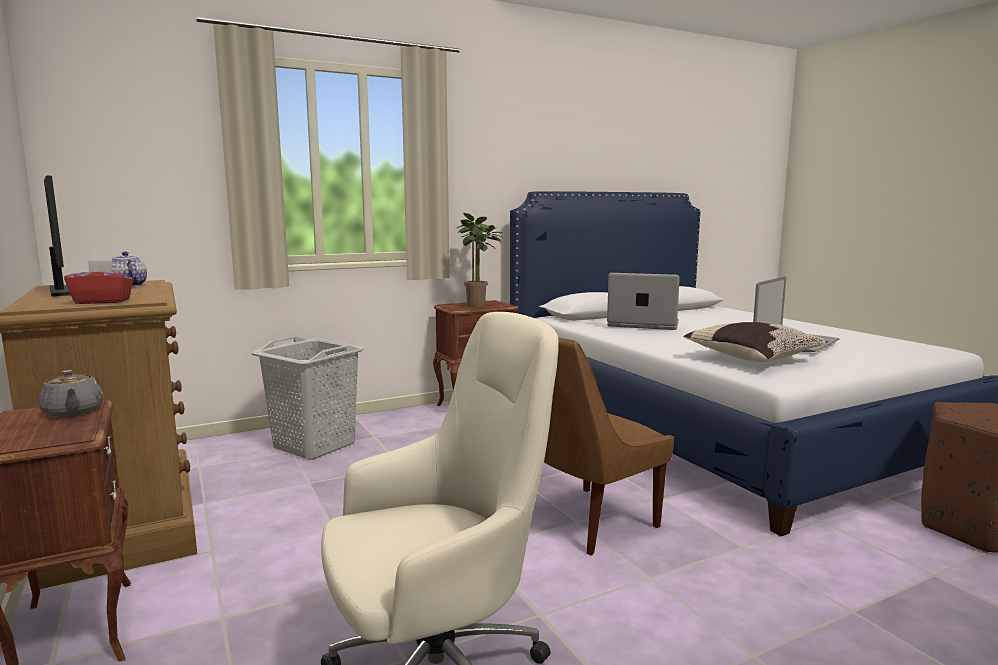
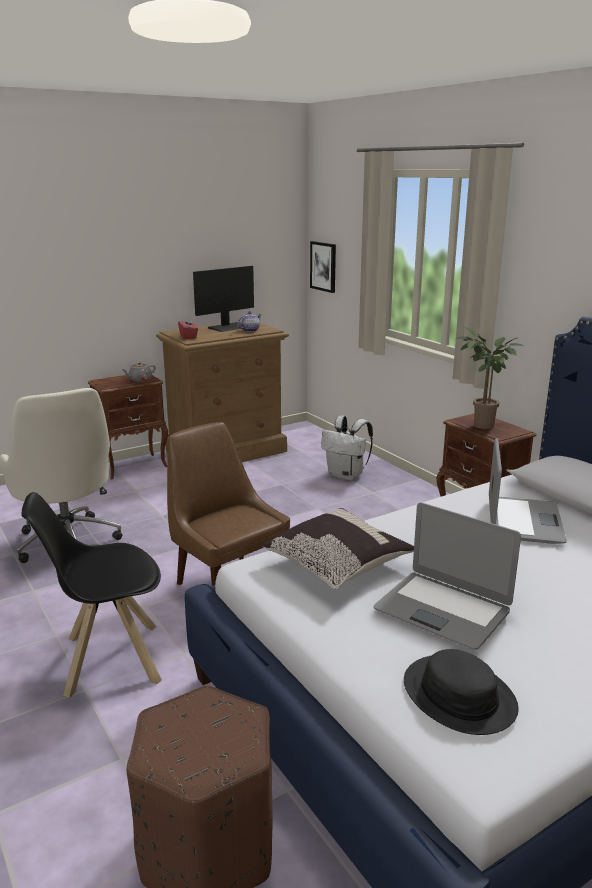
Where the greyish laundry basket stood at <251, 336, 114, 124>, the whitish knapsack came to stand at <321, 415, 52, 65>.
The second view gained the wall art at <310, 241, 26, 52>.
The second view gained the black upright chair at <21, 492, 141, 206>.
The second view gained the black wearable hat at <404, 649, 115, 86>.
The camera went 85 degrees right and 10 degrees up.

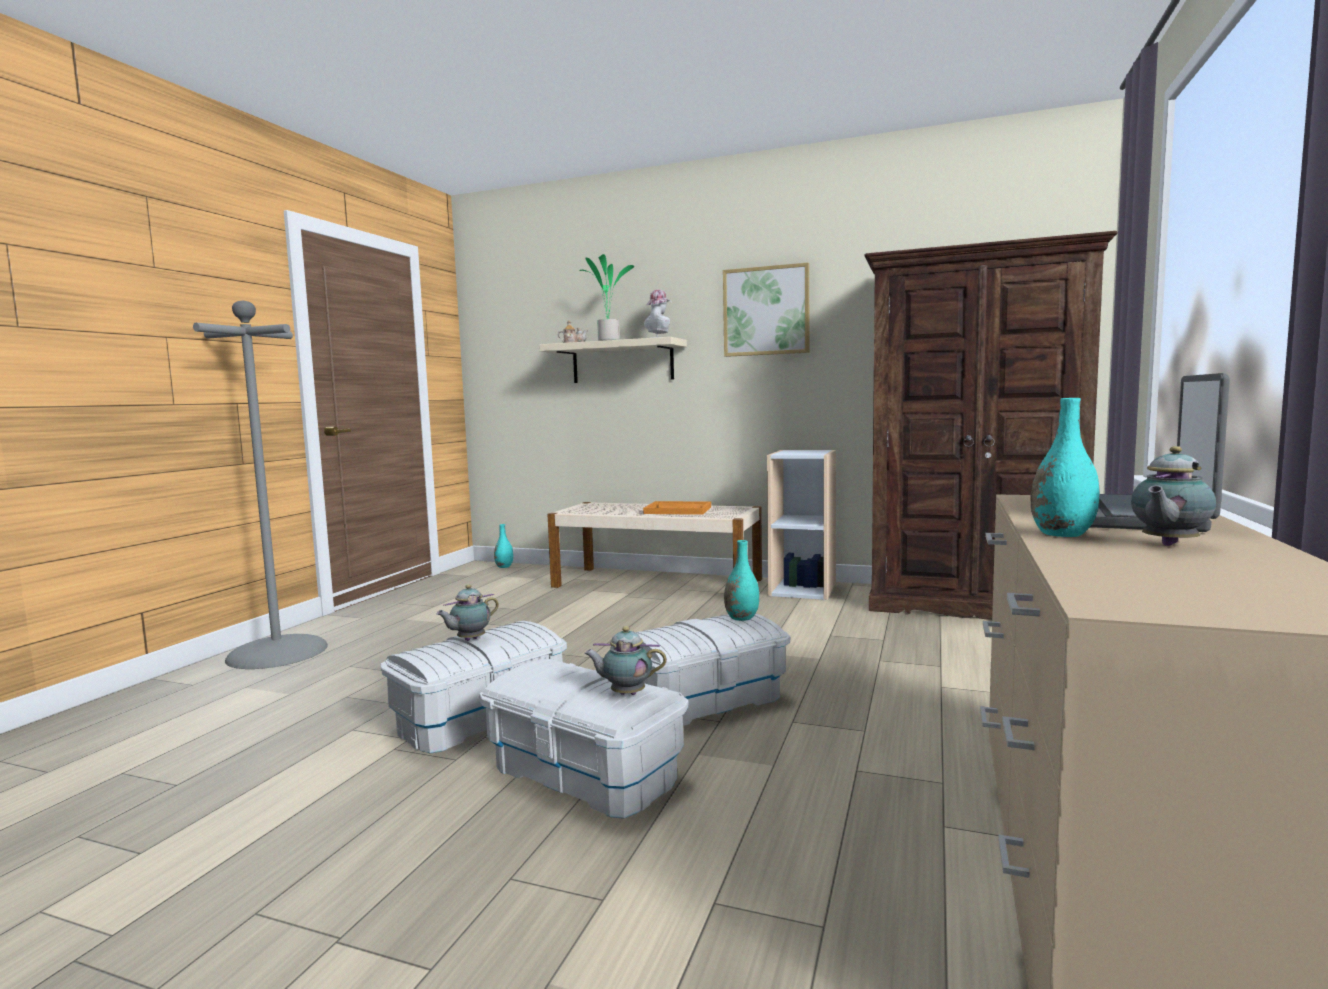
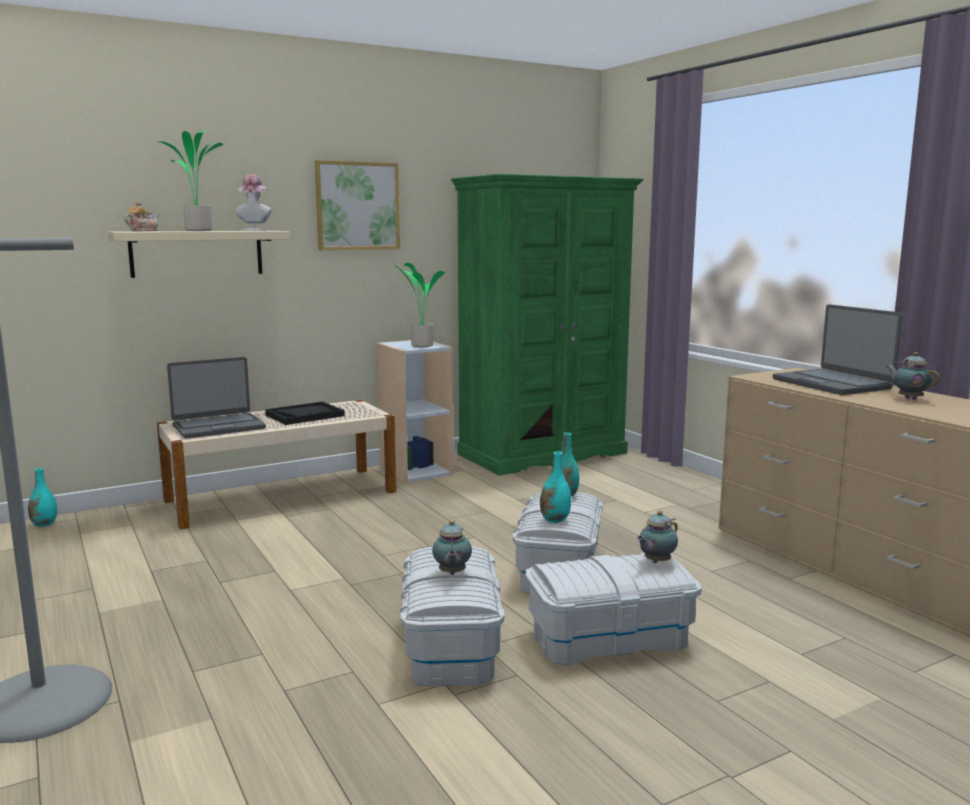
What was the brown-coloured armoire at <864, 231, 254, 388> turned into the green-coloured armoire at <451, 174, 193, 302>.
The turquoise-coloured flower vase ended up elsewhere, having gone from <1031, 398, 68, 139> to <540, 451, 31, 72>.
The pot for tea at <1131, 446, 85, 100> ended up facing another way, 150 degrees clockwise from before.
What was the orange carrying tray at <643, 501, 68, 14> turned into the black carrying tray at <265, 401, 80, 24>.
The second view gained the potted plant at <395, 263, 50, 84>.
The second view gained the portable computer at <167, 357, 99, 81>.
The camera went 50 degrees left and 5 degrees up.

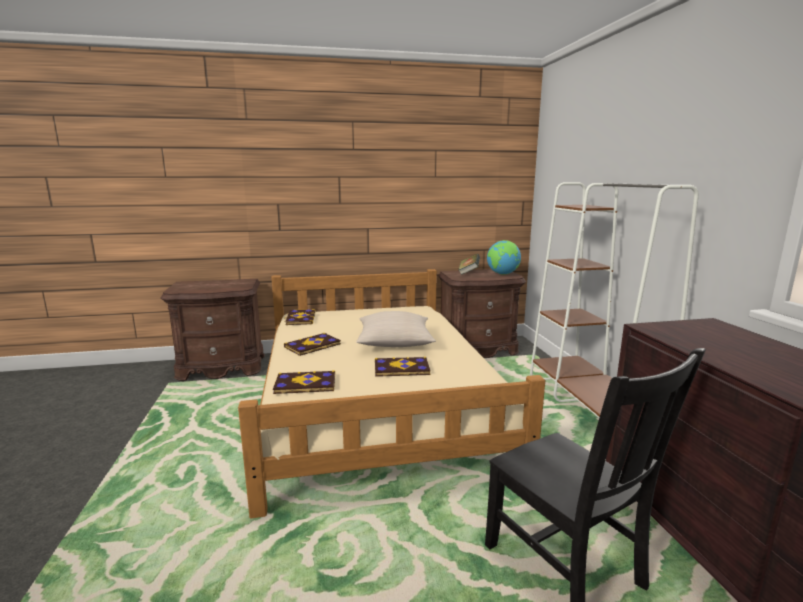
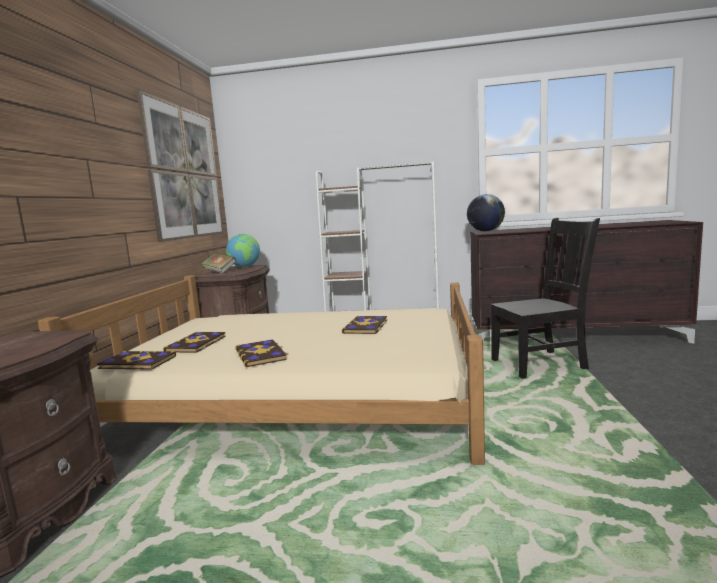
The second view lost the beige pillow at <356, 311, 80, 36>.
The book ended up elsewhere, having gone from <273, 370, 62, 24> to <163, 332, 63, 21>.
The second view gained the wall art at <136, 90, 87, 152>.
The second view gained the world globe at <467, 194, 38, 38>.
The camera went 70 degrees left and 5 degrees down.

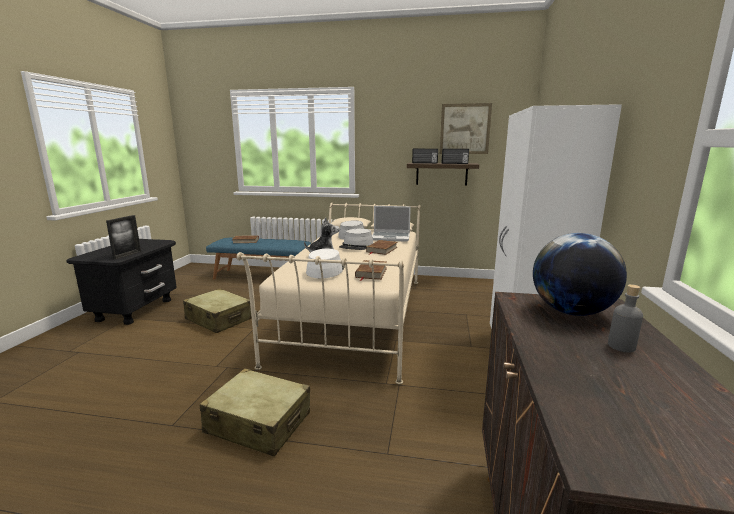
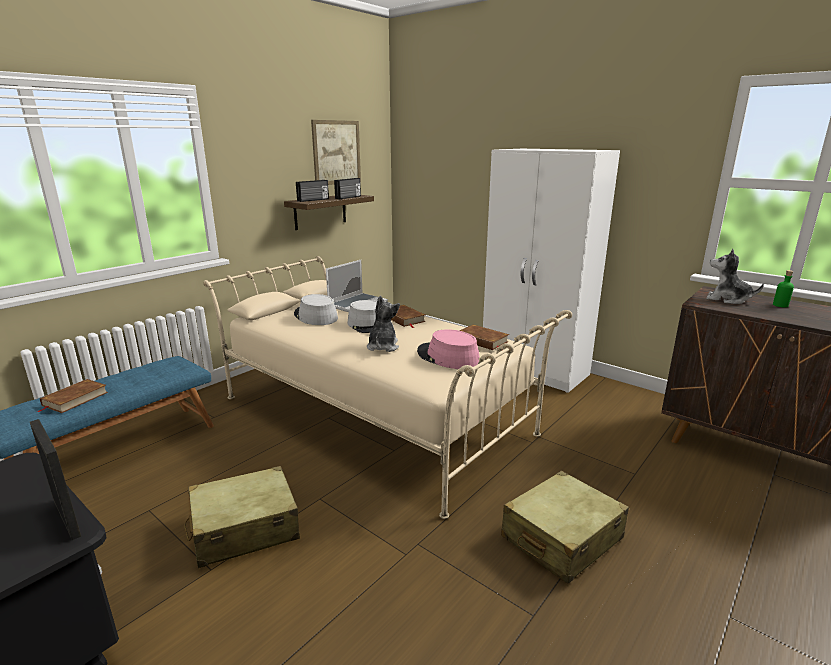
Where the world globe stood at <533, 233, 94, 83>, the cuddly toy came to stand at <706, 249, 58, 55>.
What was the whitish wearable hat at <306, 249, 39, 30> turned into the pink wearable hat at <417, 329, 62, 40>.
What was the greyish drink bottle at <608, 284, 35, 69> turned into the green-coloured drink bottle at <773, 270, 21, 37>.
The camera went 60 degrees left and 5 degrees up.

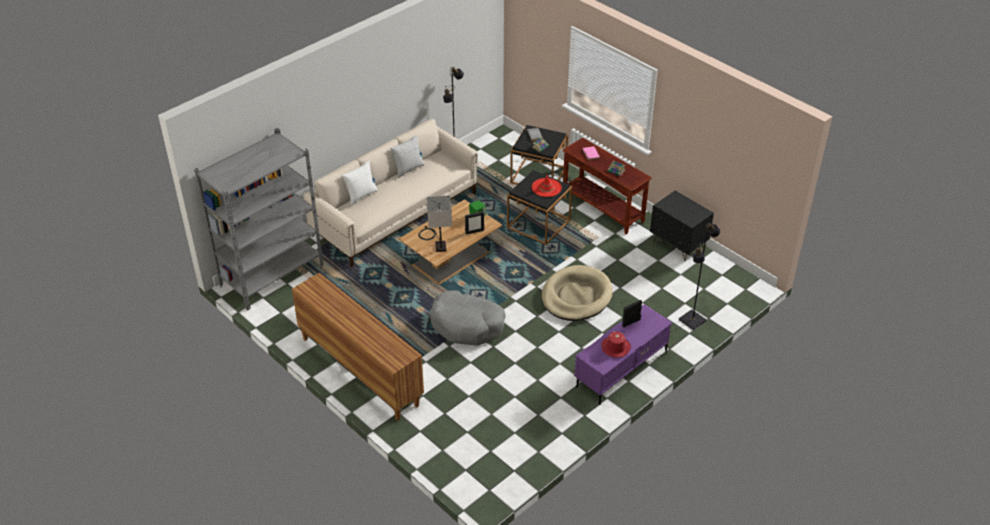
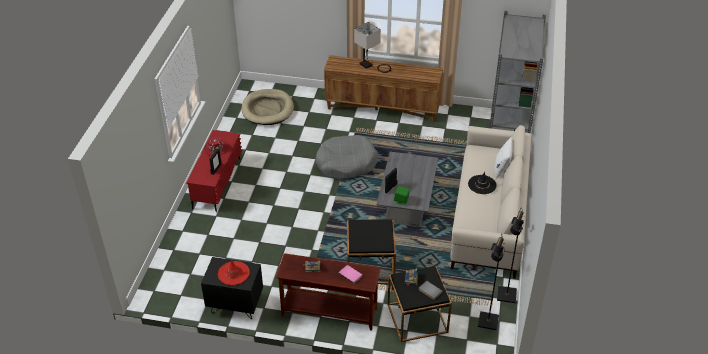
The second view lost the greyish pillow at <390, 135, 35, 43>.
The red-coloured wearable hat ended up elsewhere, having gone from <532, 175, 30, 22> to <218, 260, 32, 25>.
The tabletop lamp ended up elsewhere, having gone from <418, 196, 34, 56> to <354, 22, 37, 51>.
What was the brown-coloured lounge table at <399, 199, 103, 86> turned into the greyish lounge table at <376, 152, 62, 75>.
The black floor lamp ended up elsewhere, having gone from <679, 223, 41, 107> to <478, 234, 27, 96>.
The beige pet bed ended up elsewhere, having gone from <542, 265, 71, 56> to <242, 89, 52, 36>.
What was the purple-coloured tv unit at <574, 304, 98, 101> turned into the red-coloured tv unit at <186, 130, 56, 82>.
The second view gained the black wearable hat at <468, 172, 29, 22>.
The camera went 145 degrees right and 0 degrees up.

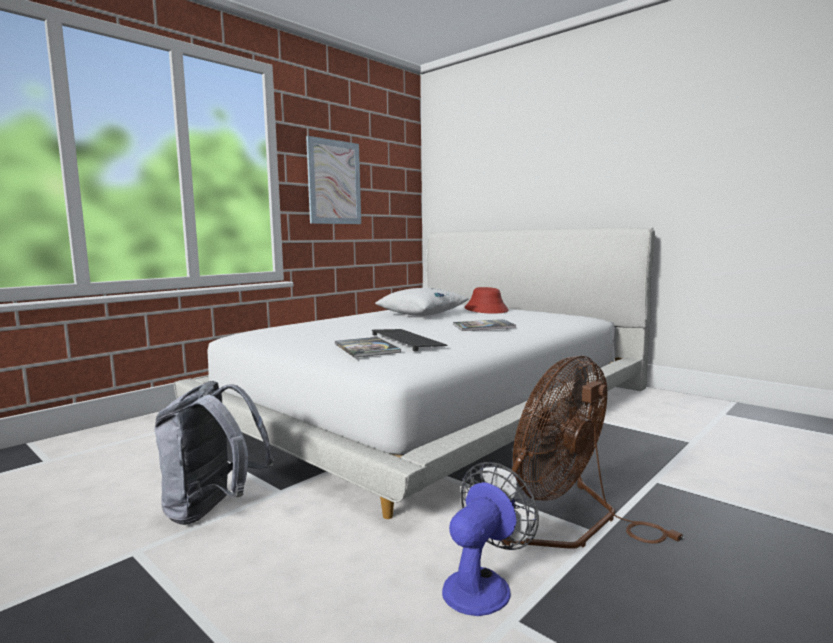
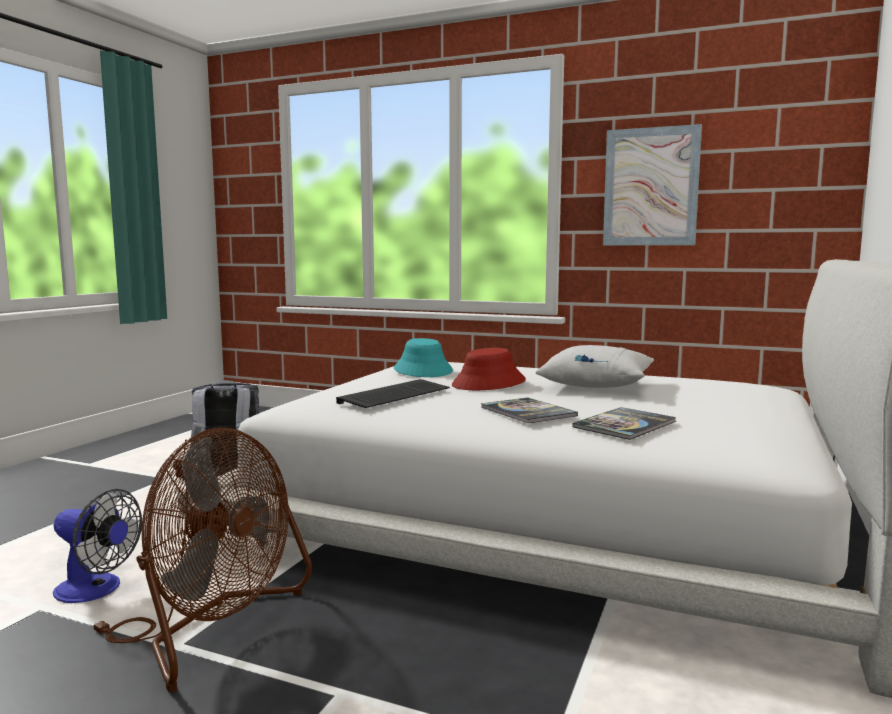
The red-coloured wearable hat ended up elsewhere, having gone from <465, 287, 44, 27> to <452, 348, 74, 42>.
The book ended up elsewhere, having gone from <335, 337, 66, 21> to <572, 407, 104, 33>.
The brown-coloured fan at <502, 356, 181, 193> ended up facing another way, 90 degrees clockwise from before.
The second view gained the turquoise-coloured wearable hat at <394, 338, 59, 39>.
The camera went 70 degrees right and 0 degrees up.

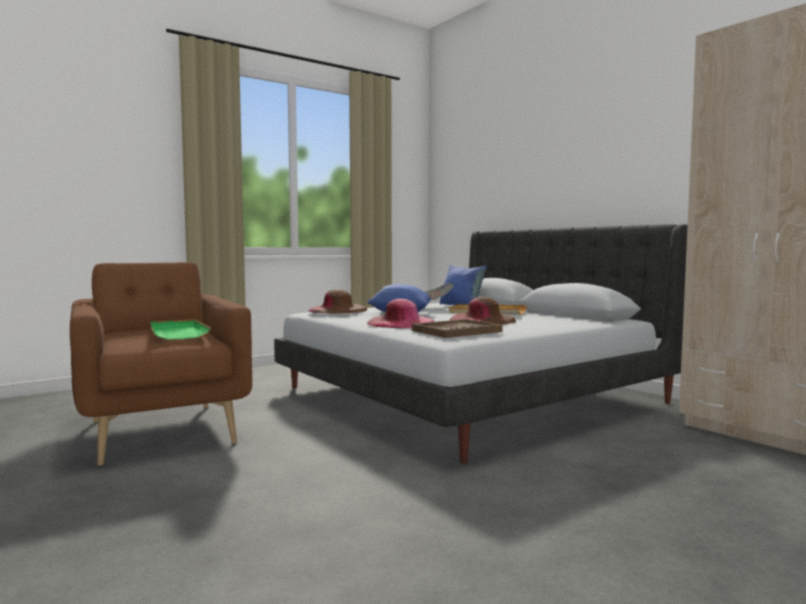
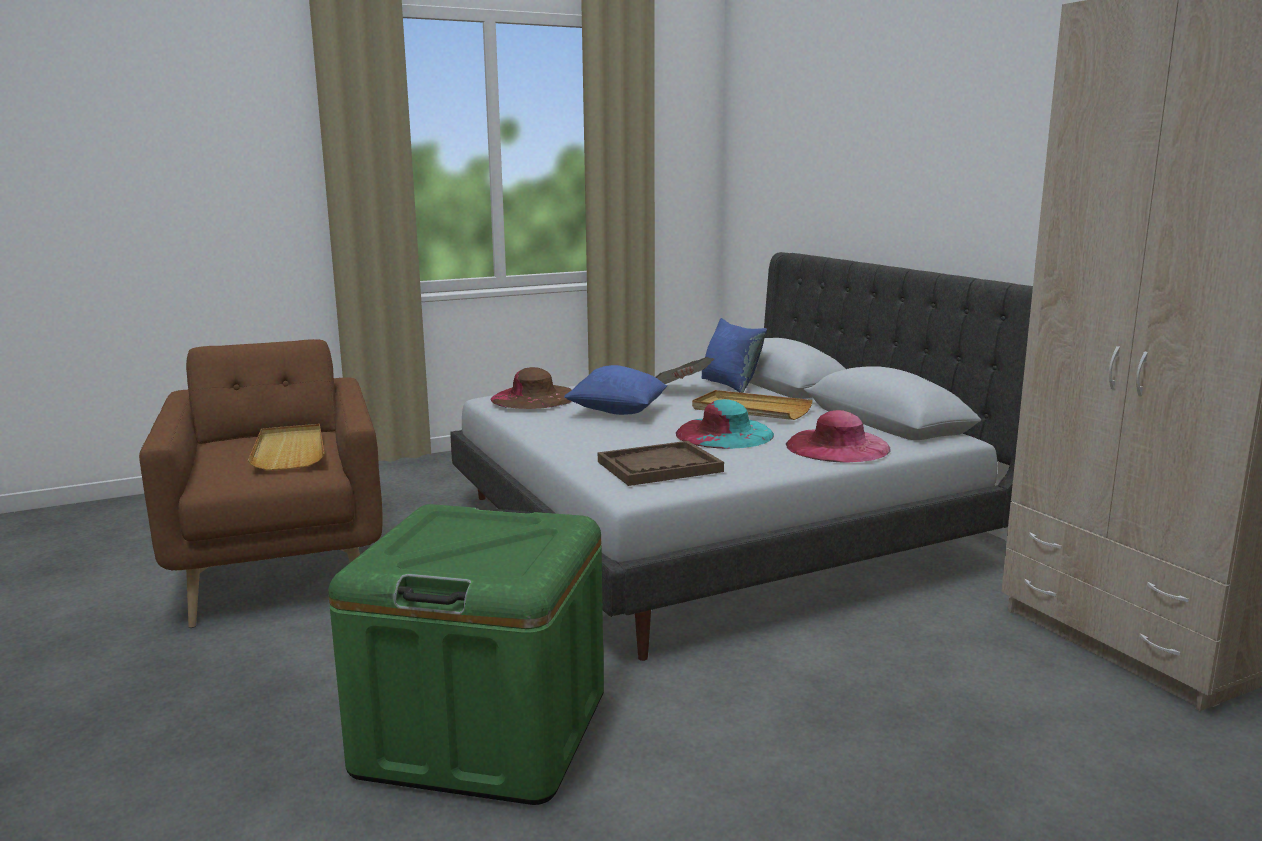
What was the brown-coloured wearable hat at <449, 297, 67, 28> turned into the turquoise-coloured wearable hat at <676, 399, 98, 50>.
The pink wearable hat ended up elsewhere, having gone from <367, 299, 68, 29> to <786, 410, 105, 53>.
What was the green-coloured carrying tray at <150, 319, 61, 20> turned into the beige carrying tray at <248, 424, 76, 46>.
The second view gained the green-coloured storage container at <328, 504, 276, 301>.
The camera went 10 degrees right and 10 degrees up.

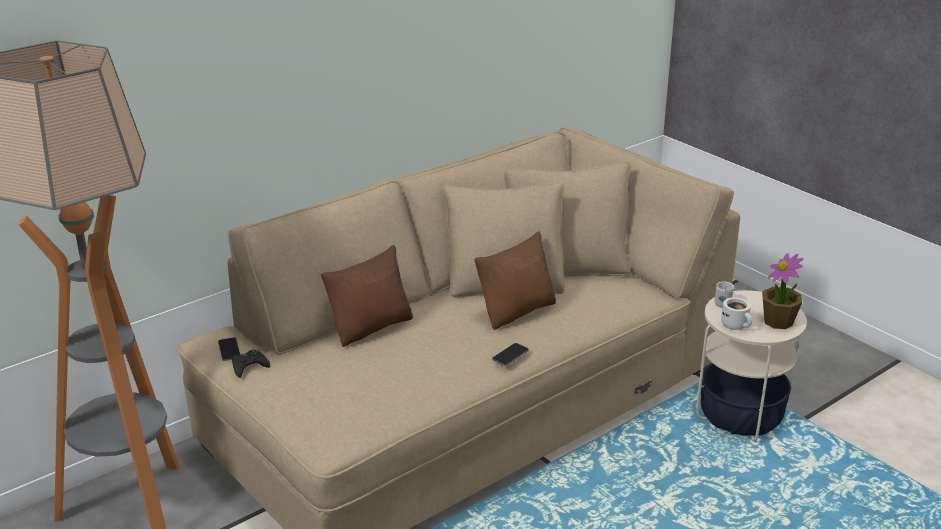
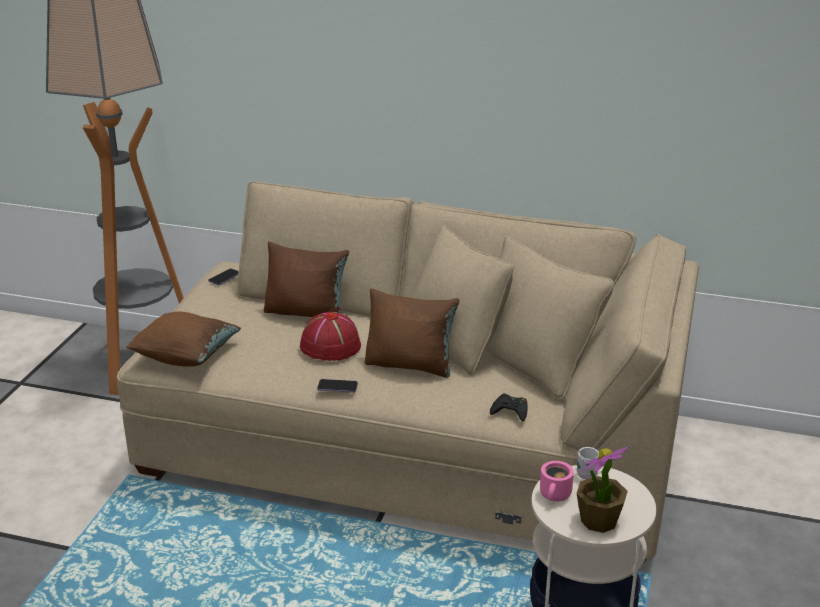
What was the whitish mug at <721, 297, 31, 33> turned into the pink mug at <540, 461, 34, 40>.
The black gamepad ended up elsewhere, having gone from <232, 350, 38, 28> to <490, 393, 38, 29>.
The second view gained the red-coloured wearable hat at <300, 311, 61, 50>.
The second view gained the brown-coloured pillow at <126, 312, 115, 55>.
The camera went 55 degrees right and 0 degrees up.

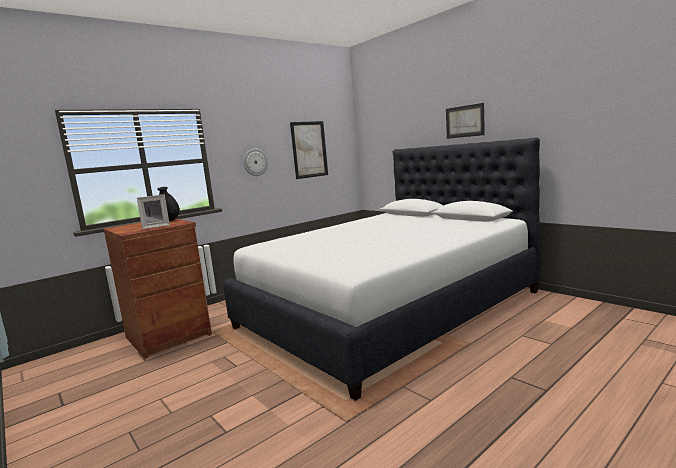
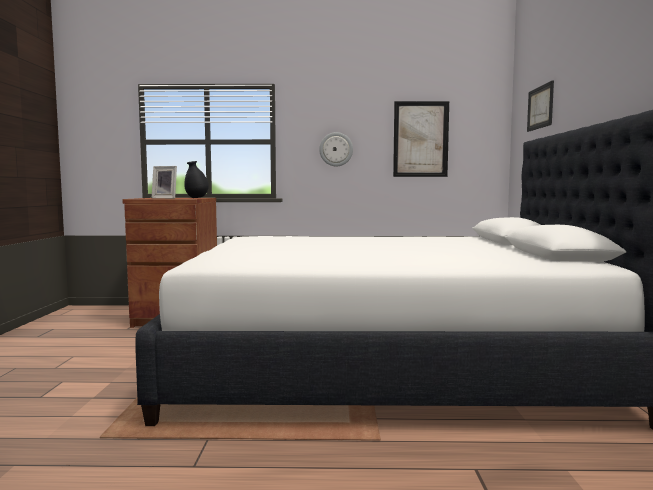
The wall art ended up elsewhere, having gone from <446, 103, 39, 36> to <527, 81, 27, 51>.
The camera went 40 degrees right and 5 degrees down.

